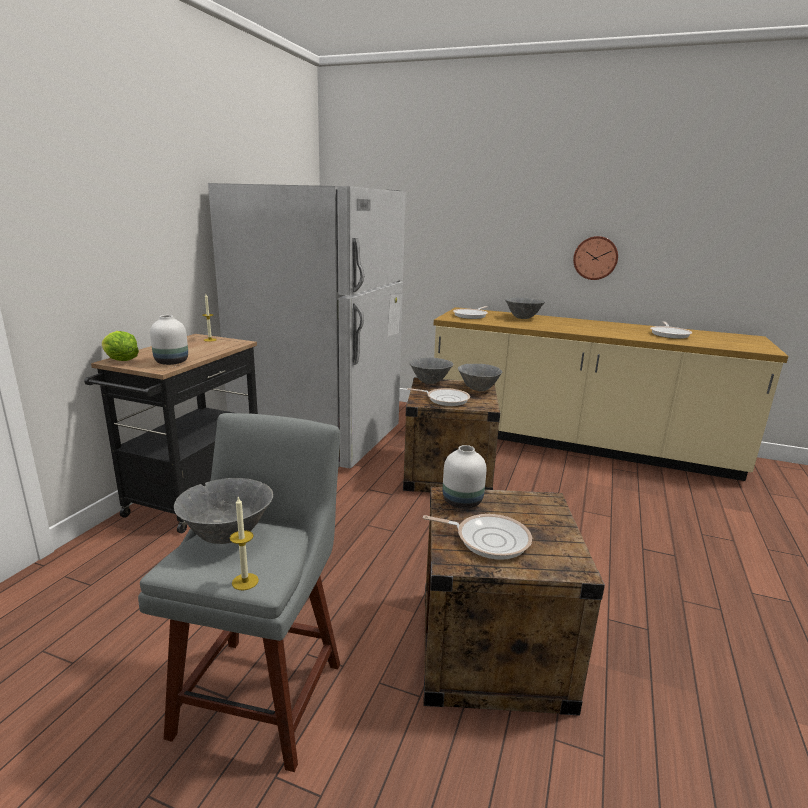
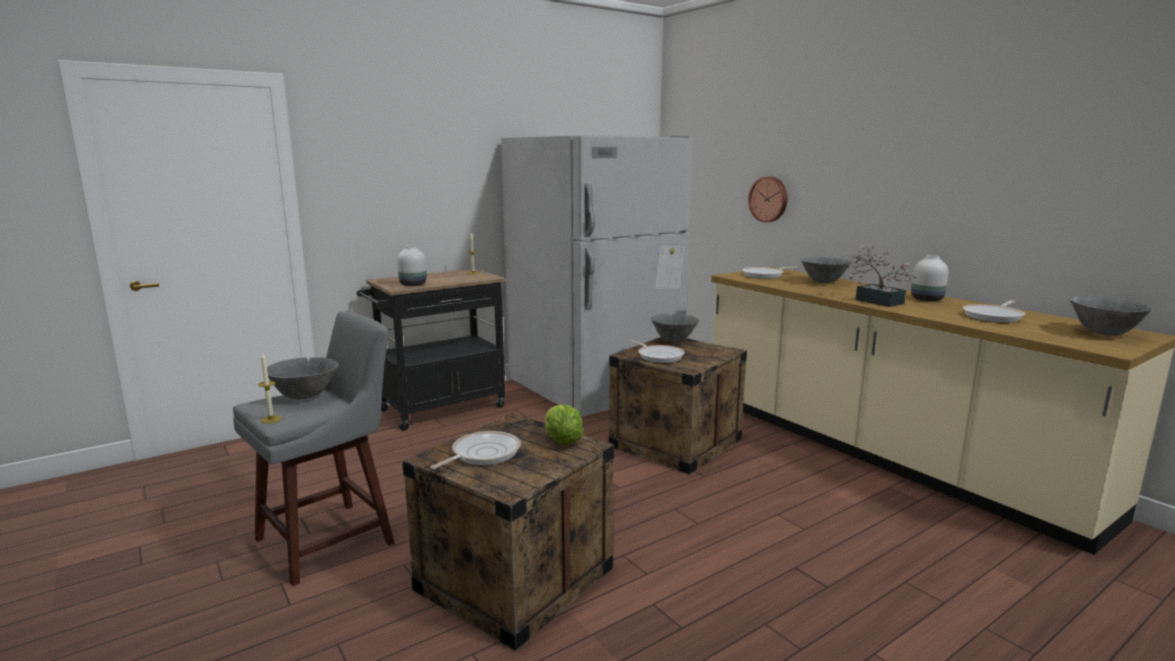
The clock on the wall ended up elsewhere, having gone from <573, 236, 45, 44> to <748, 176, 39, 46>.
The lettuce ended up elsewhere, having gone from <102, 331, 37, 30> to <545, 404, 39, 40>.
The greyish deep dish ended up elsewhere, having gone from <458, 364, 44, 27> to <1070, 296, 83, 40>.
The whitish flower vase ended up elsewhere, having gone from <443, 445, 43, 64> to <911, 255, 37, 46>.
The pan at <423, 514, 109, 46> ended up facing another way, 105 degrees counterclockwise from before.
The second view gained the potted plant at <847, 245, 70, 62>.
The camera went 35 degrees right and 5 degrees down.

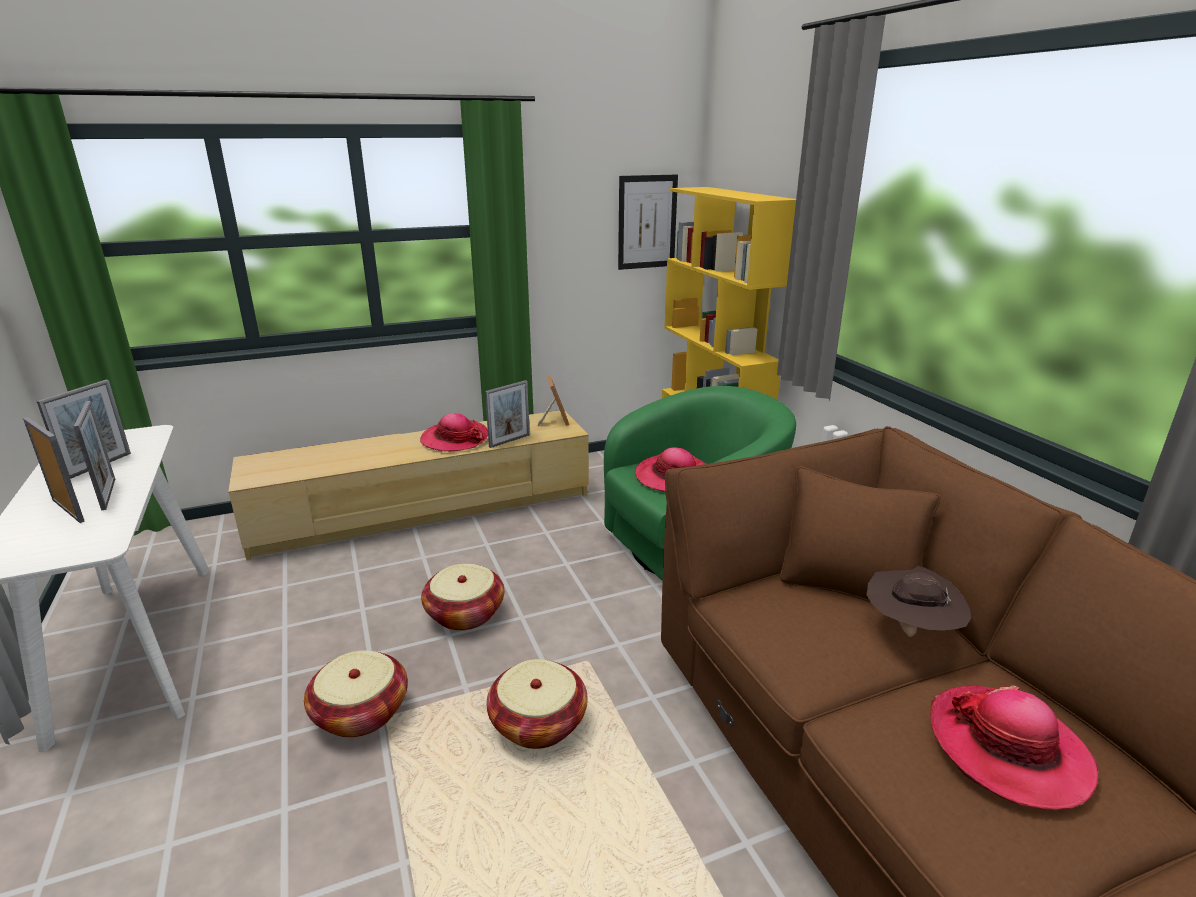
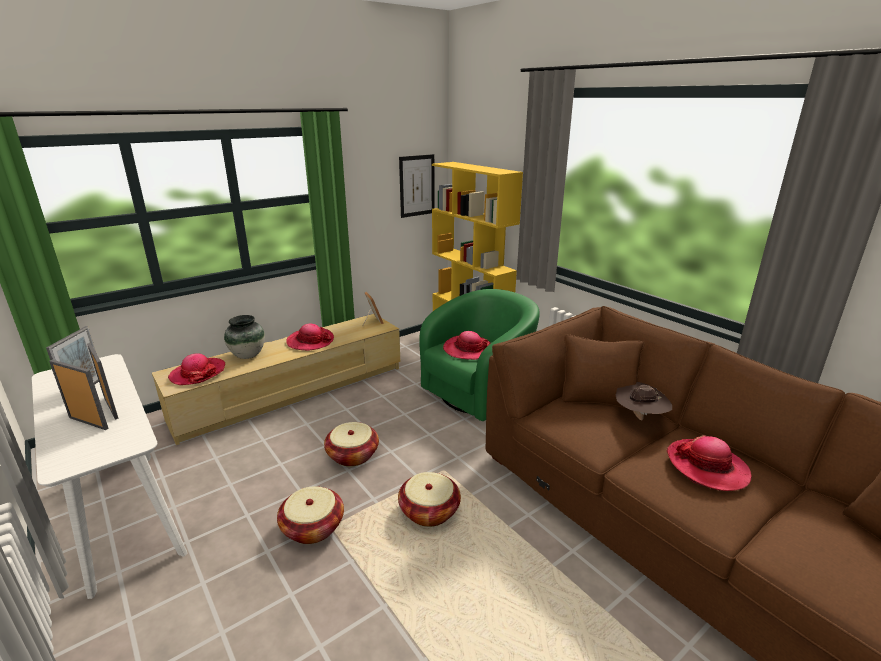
The second view lost the photo frame at <485, 380, 45, 68>.
The second view gained the flower vase at <224, 315, 41, 44>.
The second view gained the wearable hat at <168, 353, 57, 32>.
The camera went 15 degrees left and 0 degrees up.

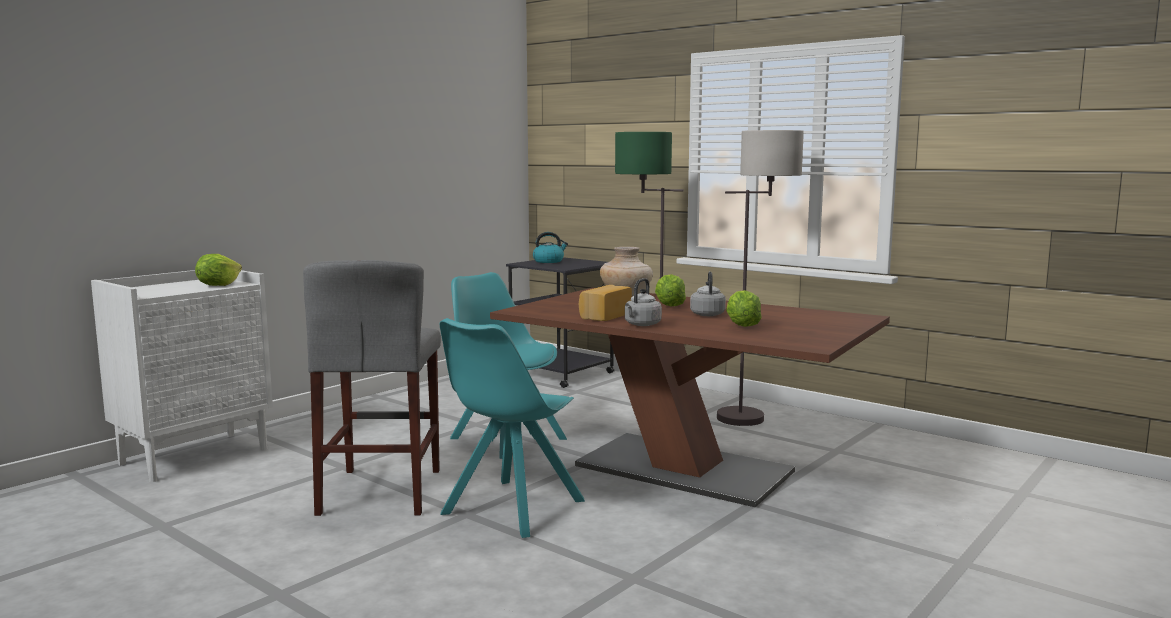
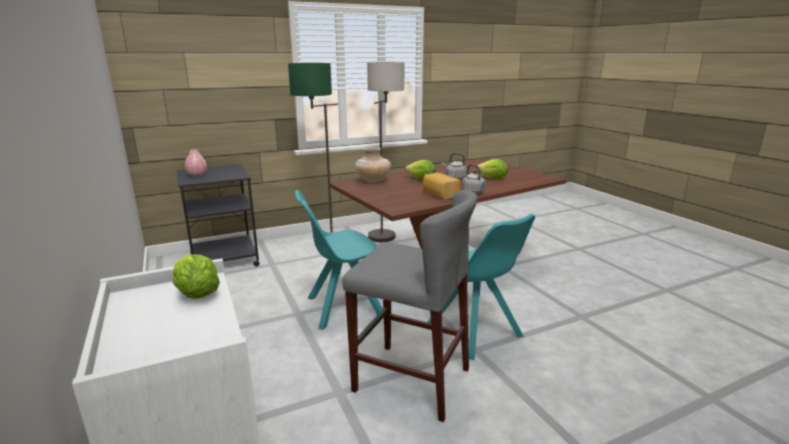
Where the water kettle stood at <533, 232, 35, 31>, the pink flower vase came to stand at <185, 149, 22, 27>.
The camera went 65 degrees left and 10 degrees up.

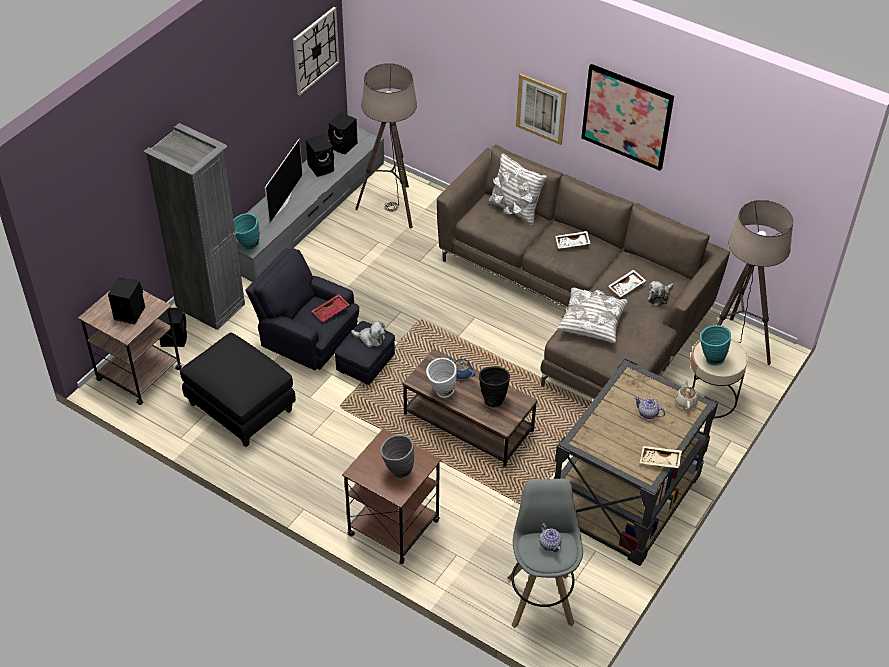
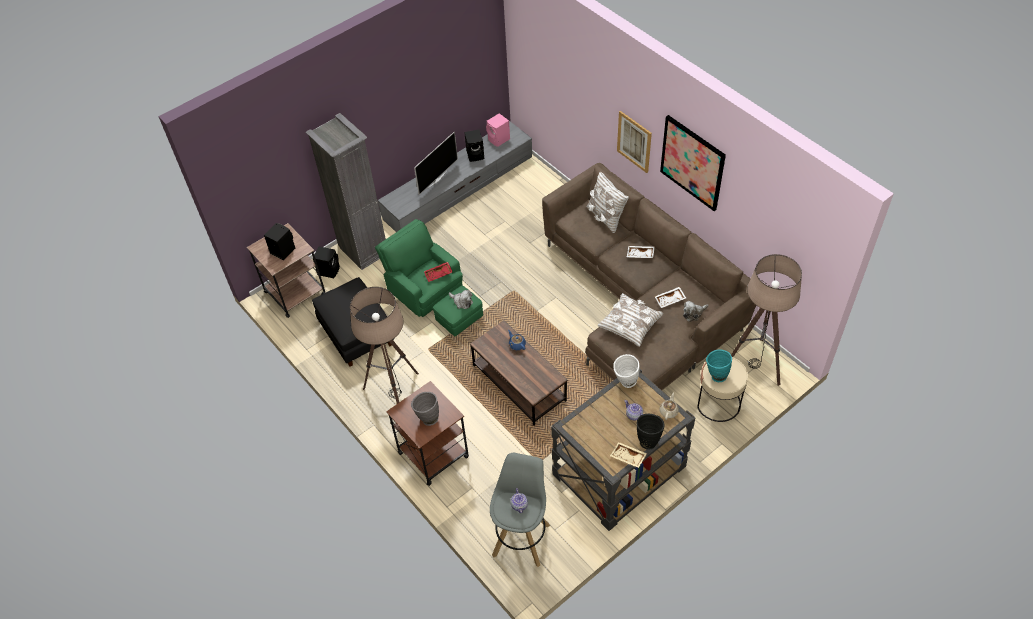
The second view lost the clock on the wall at <293, 7, 46, 89>.
The floor lamp ended up elsewhere, having gone from <355, 63, 62, 166> to <350, 287, 69, 117>.
What was the black loudspeaker at <328, 112, 30, 42> turned into the pink loudspeaker at <486, 113, 24, 34>.
The second view lost the turquoise-coloured flower vase at <233, 213, 27, 38>.
What was the black armchair at <246, 248, 149, 137> turned into the green-coloured armchair at <375, 219, 108, 117>.
The whitish flower vase ended up elsewhere, having gone from <426, 358, 31, 40> to <613, 354, 27, 34>.
The black flower vase ended up elsewhere, having gone from <479, 366, 31, 41> to <637, 414, 27, 36>.
The camera went 20 degrees right and 5 degrees up.

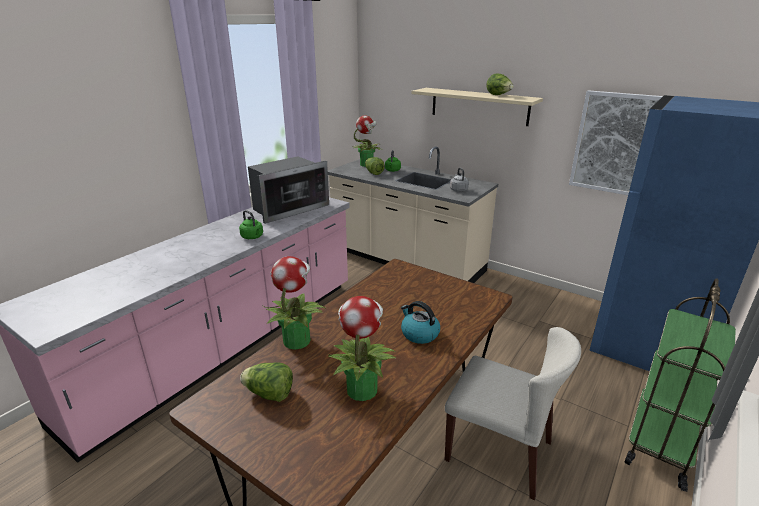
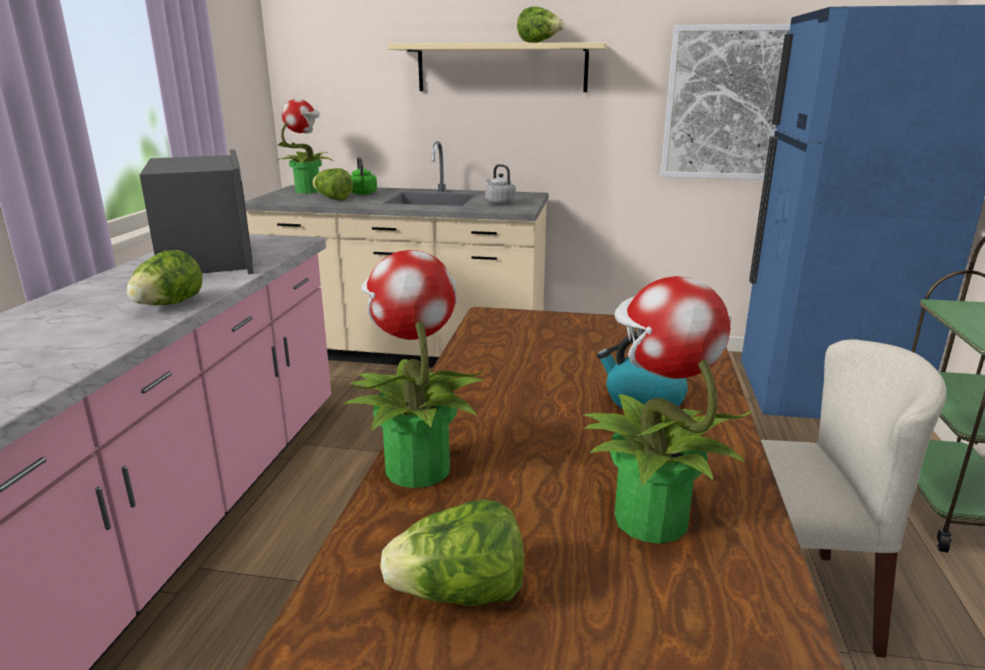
The microwave oven at <248, 156, 81, 68> ended up facing another way, 45 degrees counterclockwise from before.
Where the green-coloured water kettle stood at <239, 210, 24, 29>, the lettuce came to stand at <126, 250, 76, 55>.
The camera went 25 degrees left and 5 degrees down.

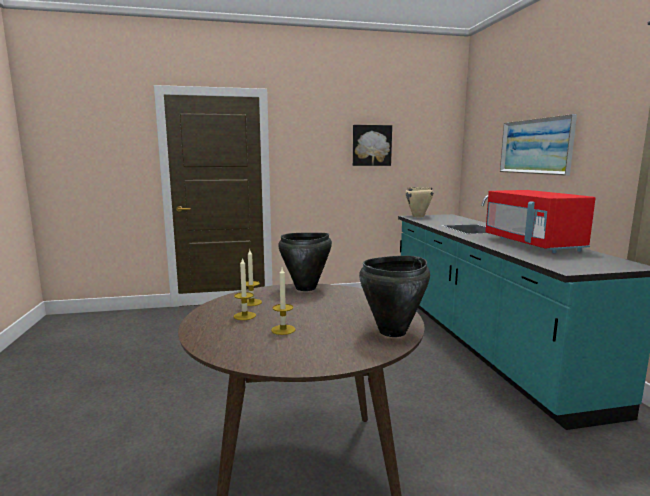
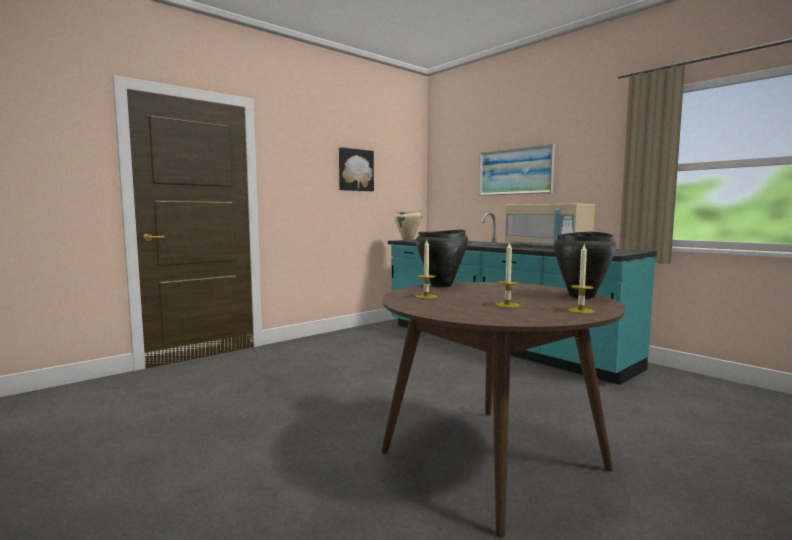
What was the red-coloured microwave oven at <485, 190, 110, 63> turned into the beige microwave oven at <505, 204, 90, 42>.
The wax light ended up elsewhere, having gone from <234, 257, 22, 63> to <568, 245, 27, 69>.
The camera went 30 degrees left and 5 degrees down.

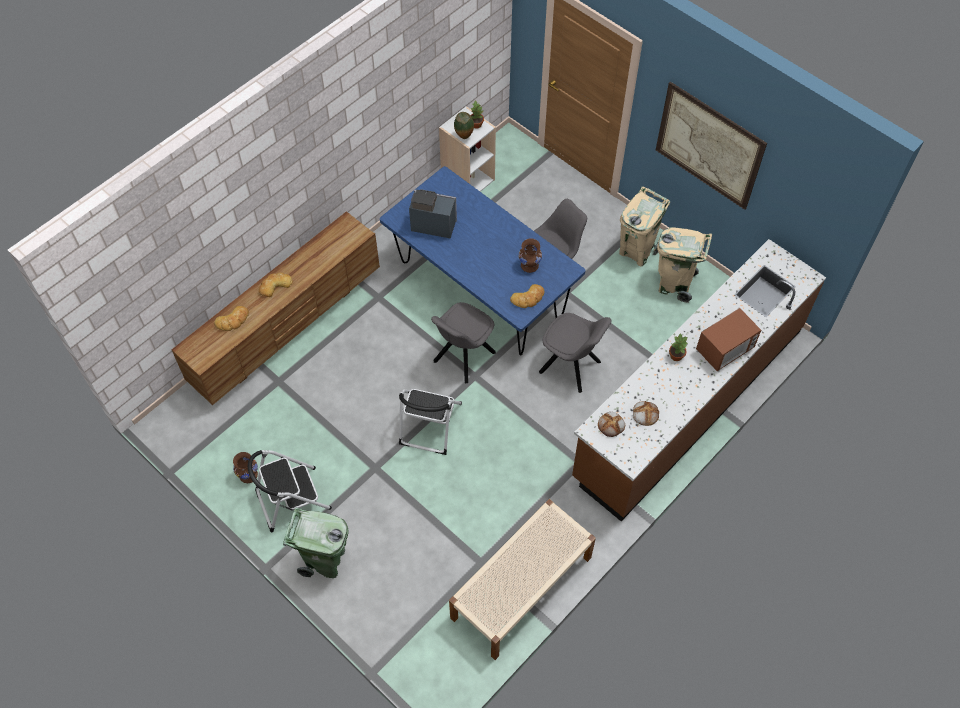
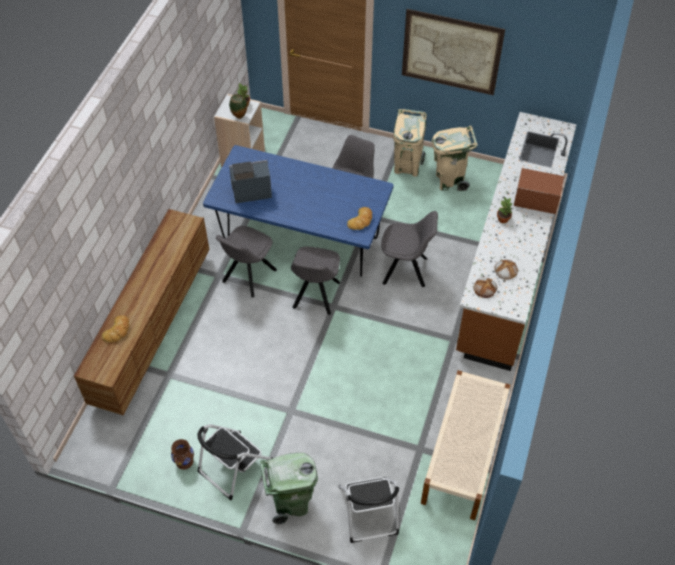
The second view lost the brown-coloured flower vase at <519, 239, 23, 34>.
The second view lost the baked bread at <259, 273, 34, 24>.
The microwave oven at <696, 308, 65, 63> ended up facing another way, 105 degrees counterclockwise from before.
The step ladder ended up elsewhere, having gone from <399, 389, 63, 66> to <339, 477, 60, 66>.
The second view gained the greyish upright chair at <216, 226, 61, 72>.
The camera went 25 degrees left and 5 degrees down.

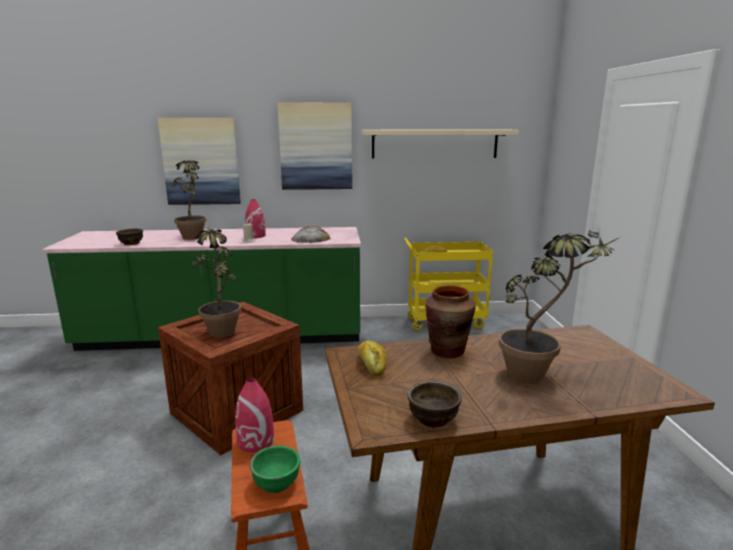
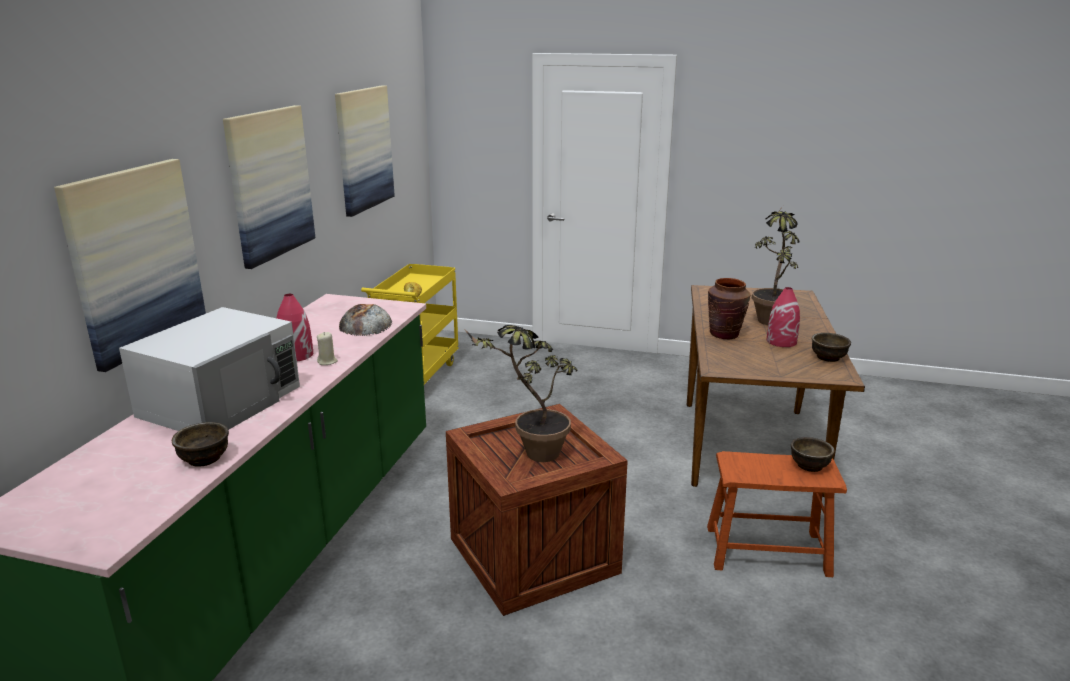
Where the beige shelf hung at <361, 129, 158, 30>, the wall art came to hang at <335, 86, 60, 131>.
Where the potted plant stood at <172, 160, 34, 80>, the whitish microwave oven came to stand at <119, 307, 181, 124>.
The second view lost the baked bread at <358, 341, 28, 35>.
The red-coloured flower vase ended up elsewhere, having gone from <235, 378, 39, 75> to <767, 287, 33, 60>.
What was the green-coloured deep dish at <250, 445, 50, 48> turned into the brown-coloured deep dish at <791, 437, 43, 35>.
The camera went 70 degrees left and 5 degrees up.

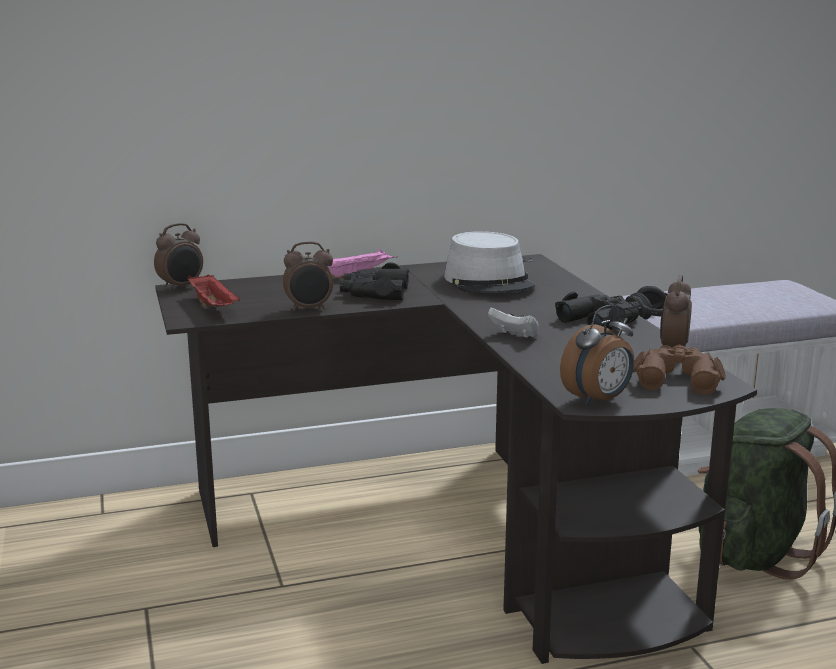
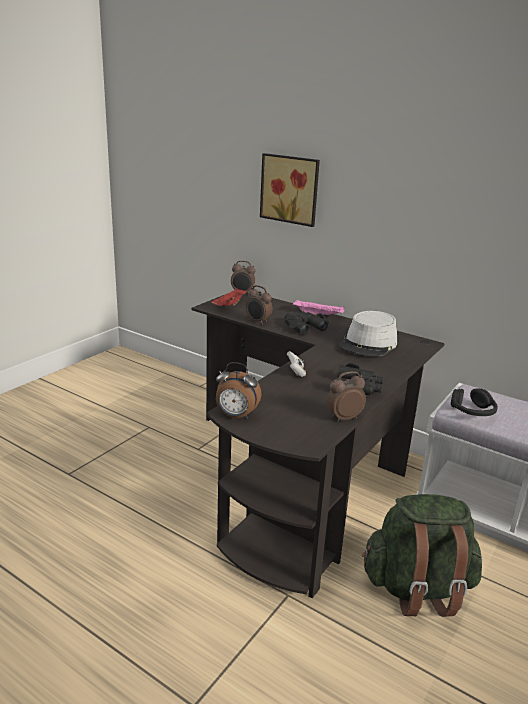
The second view lost the brown-coloured field glasses at <633, 345, 93, 50>.
The second view gained the wall art at <260, 153, 60, 74>.
The camera went 50 degrees right and 5 degrees up.

